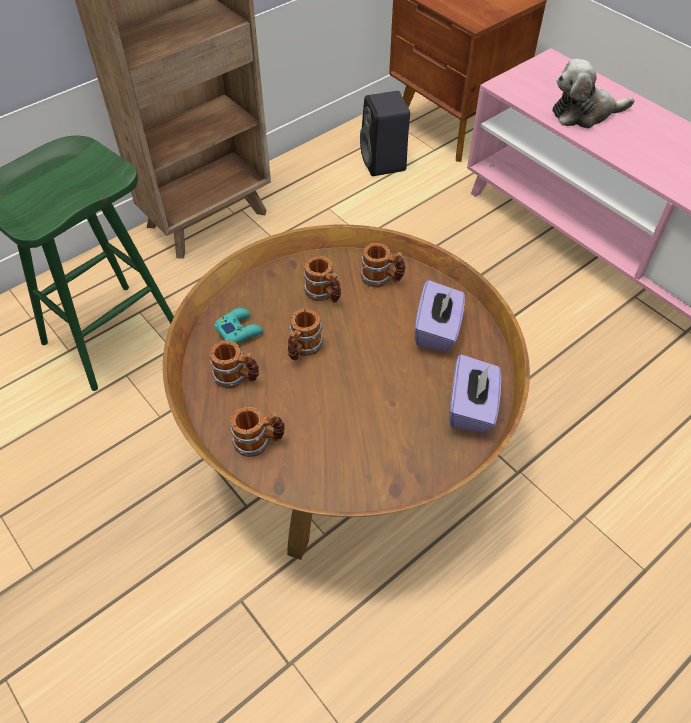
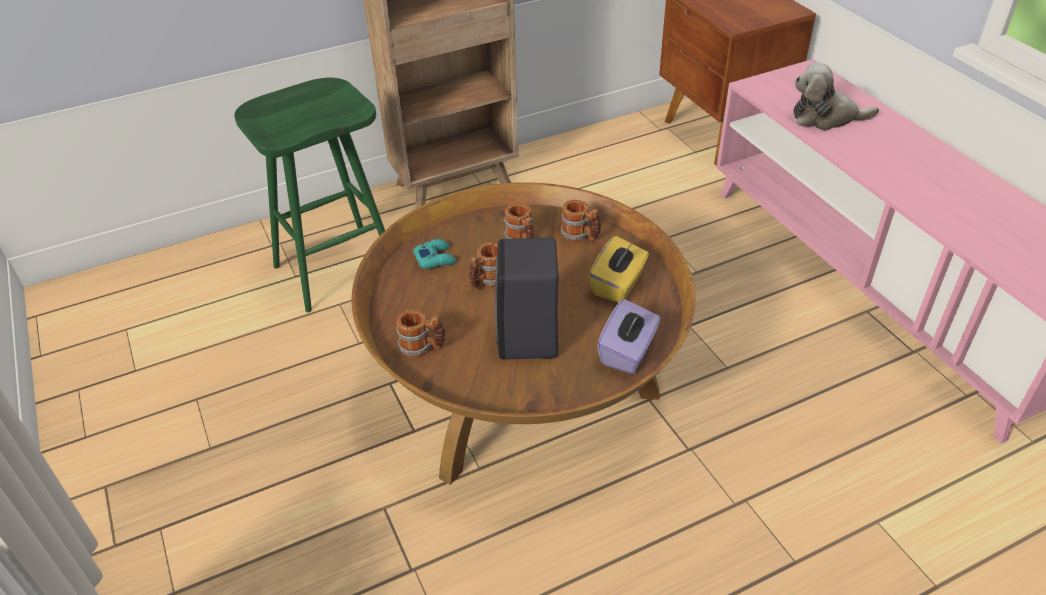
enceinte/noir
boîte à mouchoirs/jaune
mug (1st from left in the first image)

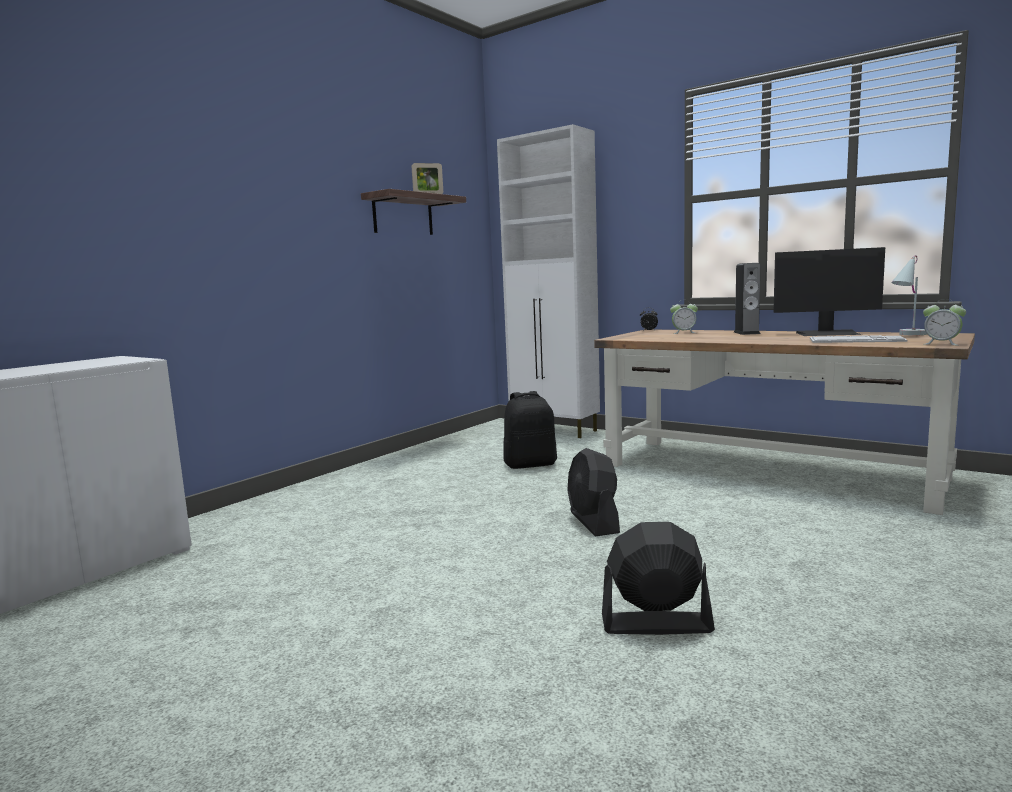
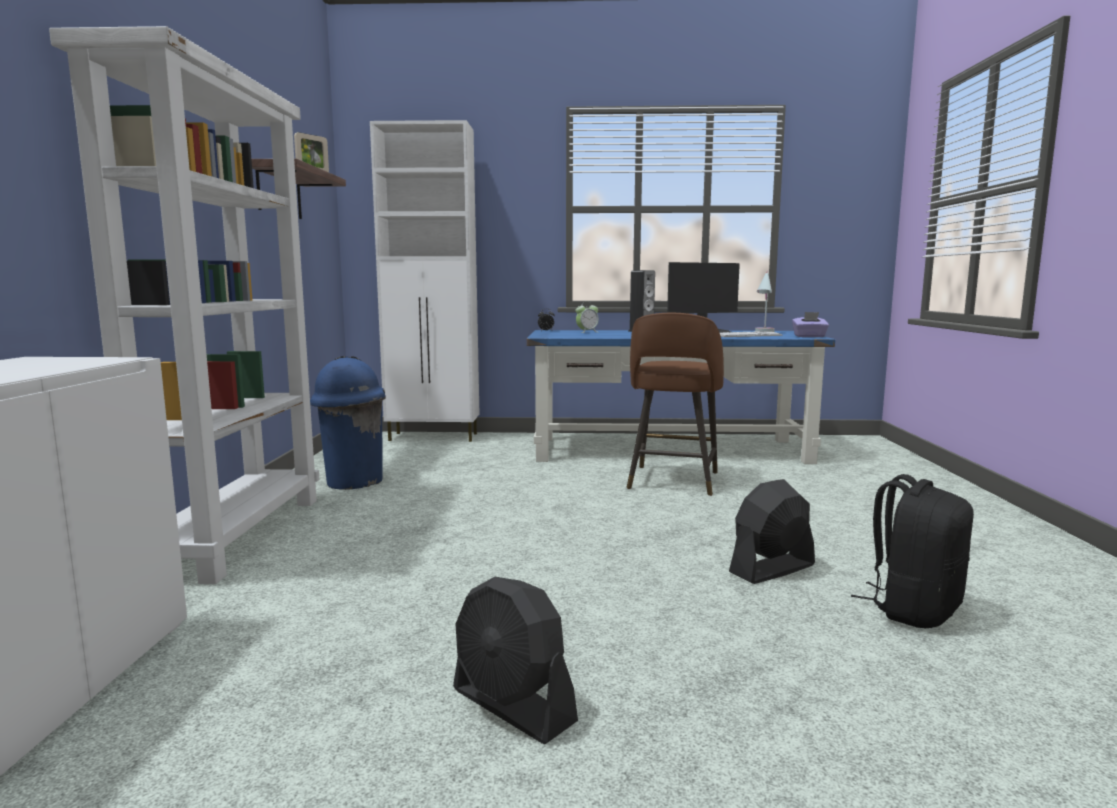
boîte à mouchoirs/violet
bureau/bleu
sac à dos/noir
ventilateur/noir (1st from left)
bibliothèque/blanc
tabouret/marron
poubelle/bleu

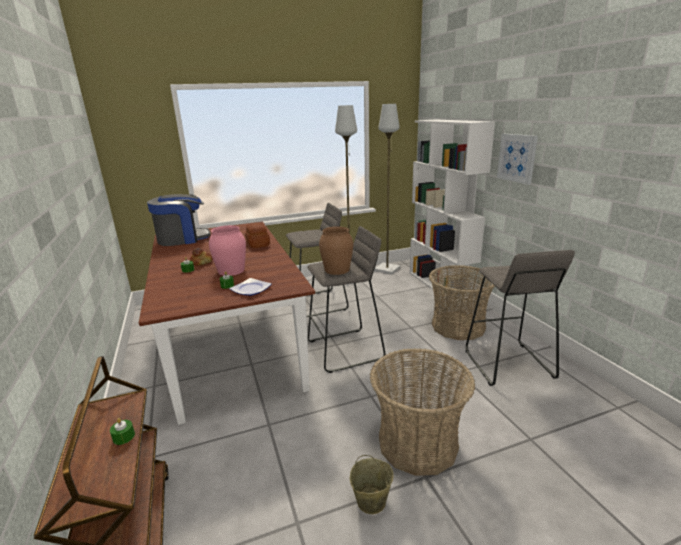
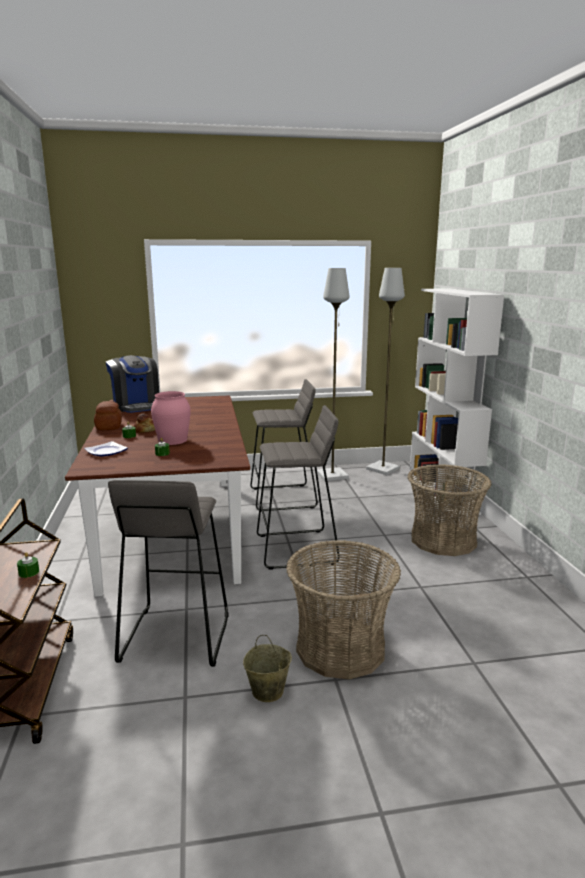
tableau
machine à café
pain (1st from left)
vase/marron
tabouret/gris (1st from left)
assiette

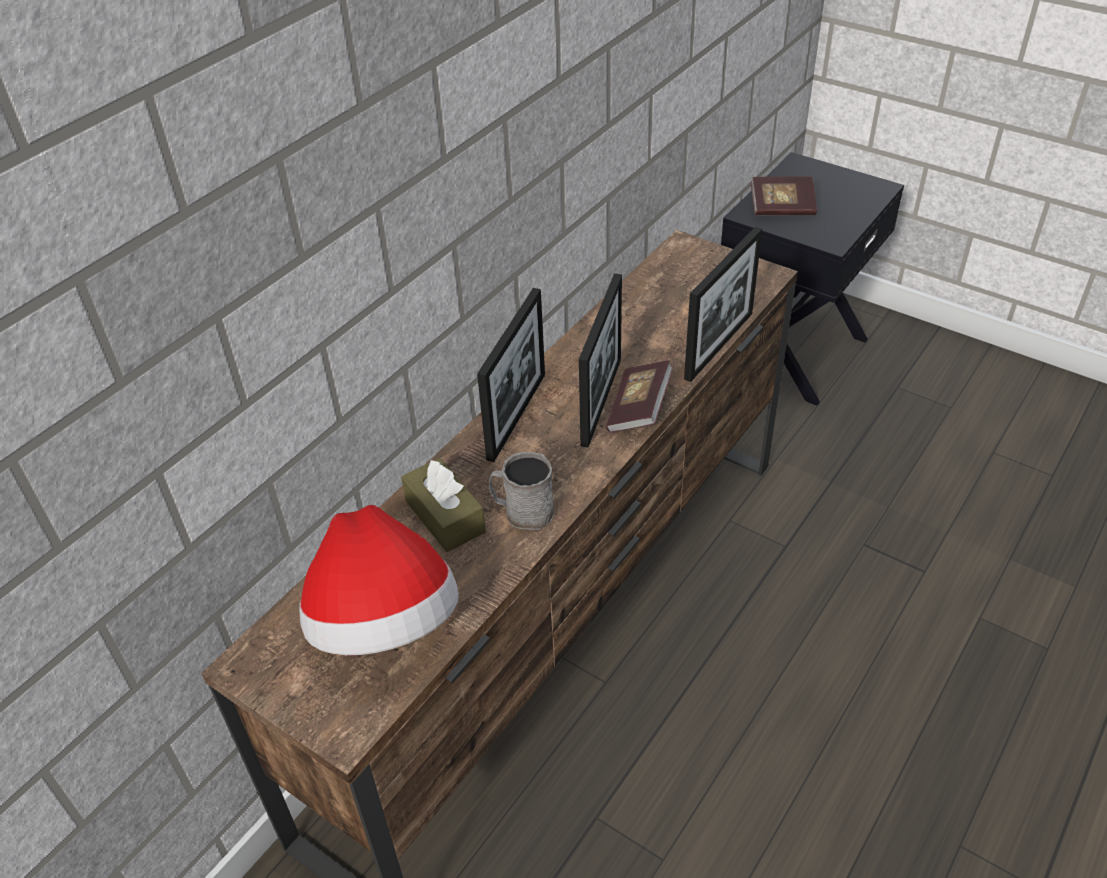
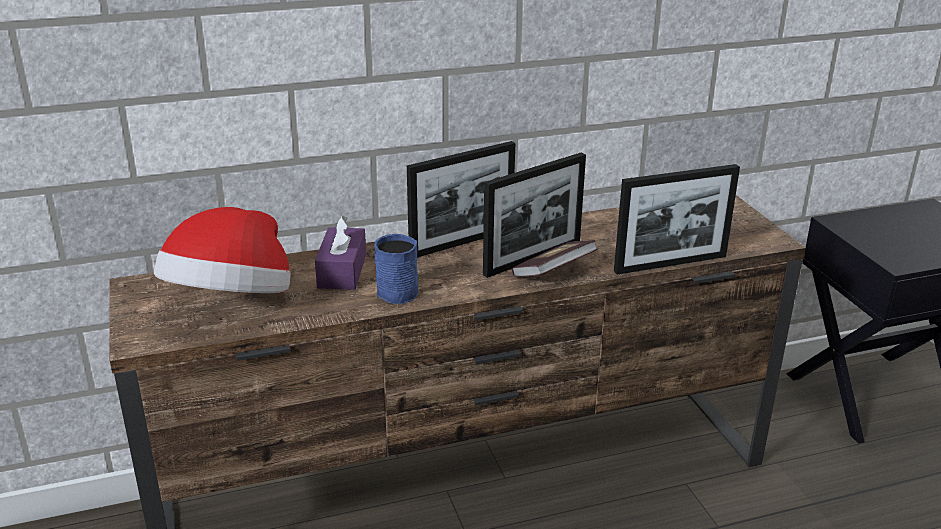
livre (2nd from left in the first image)
mug/bleu
boîte à mouchoirs/violet

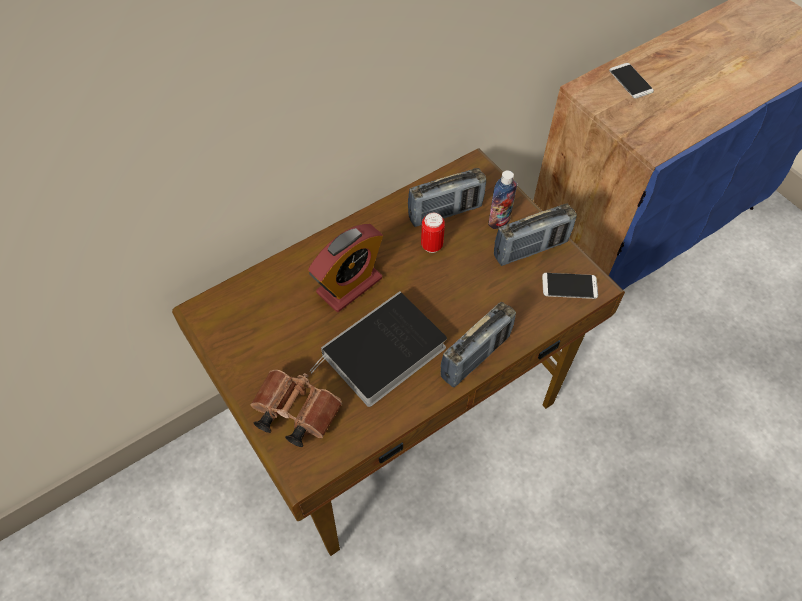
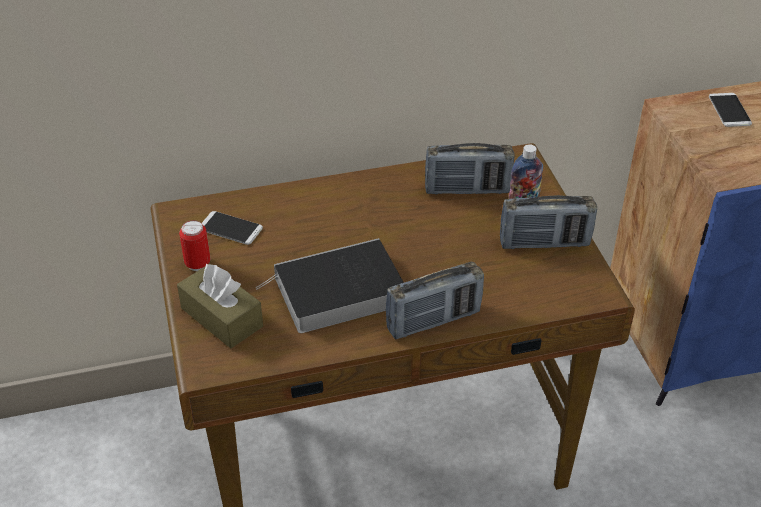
boîte métallique
réveil
téléphone (1st from left)
boîte à mouchoirs/marron

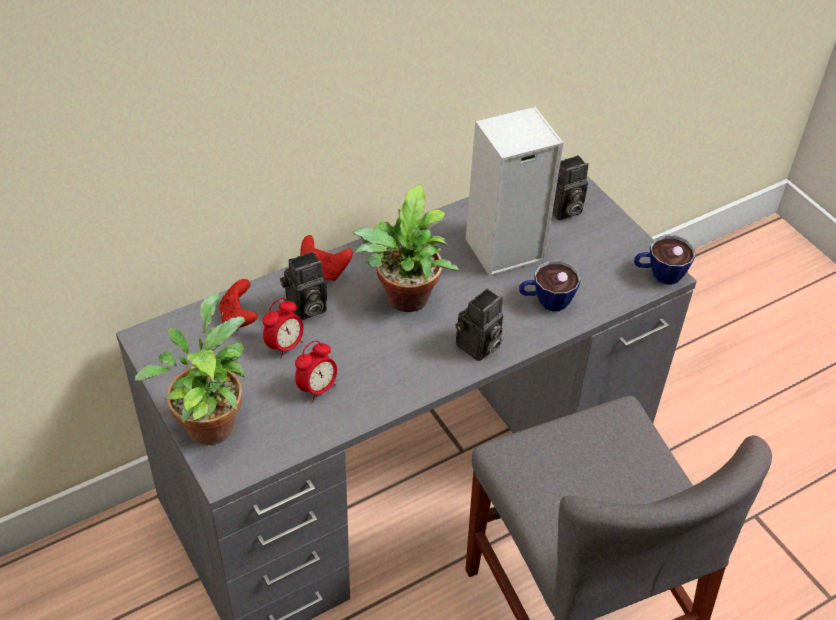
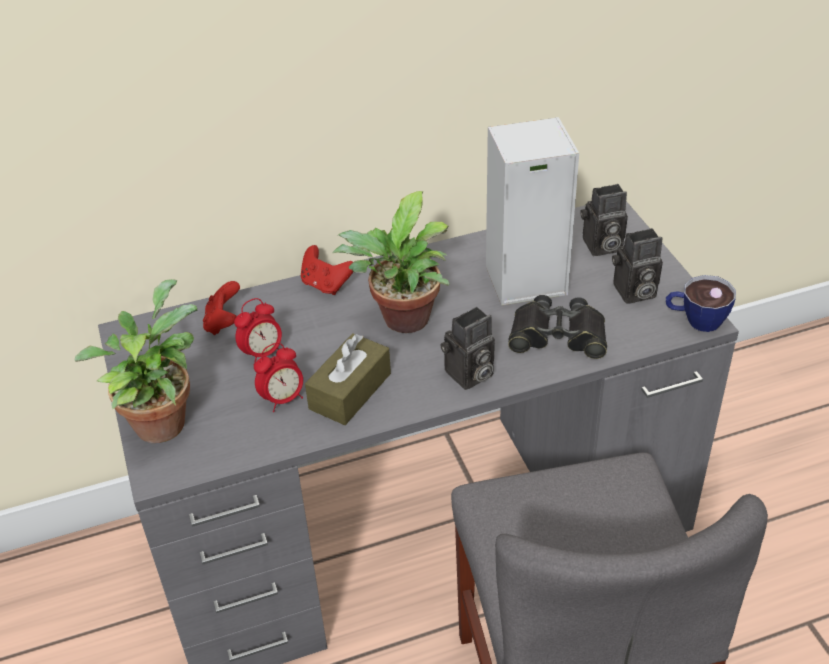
appareil photo (3rd from left)
jumelles/noir
boîte à mouchoirs/marron

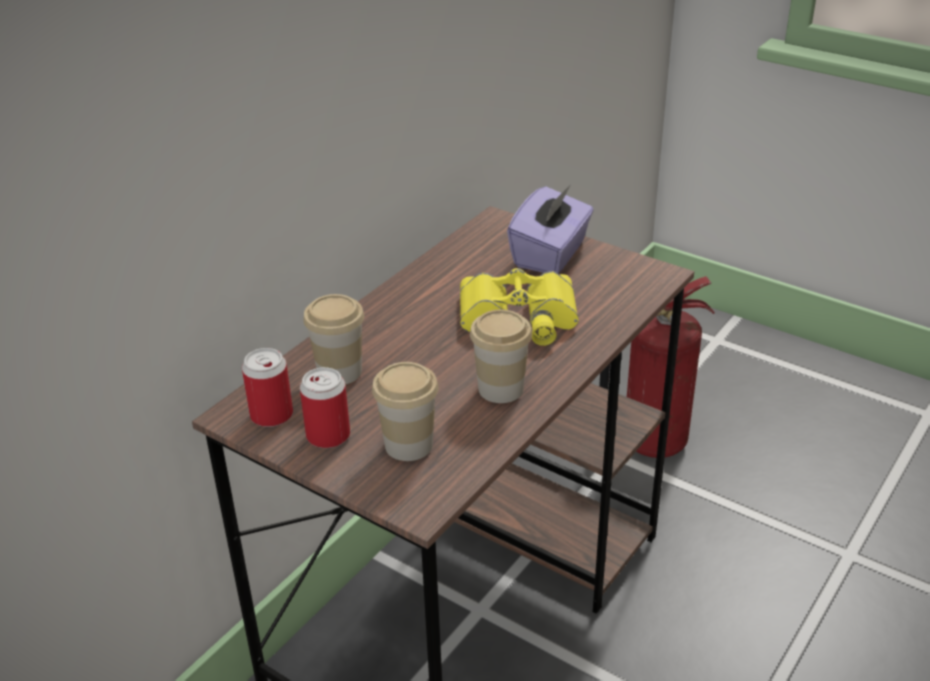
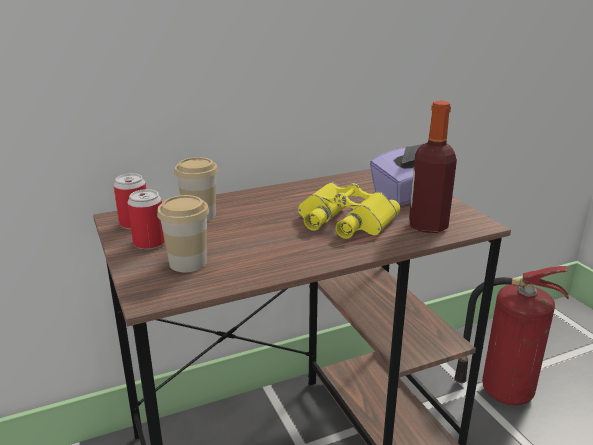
tasse (3rd from left in the first image)
bouteille

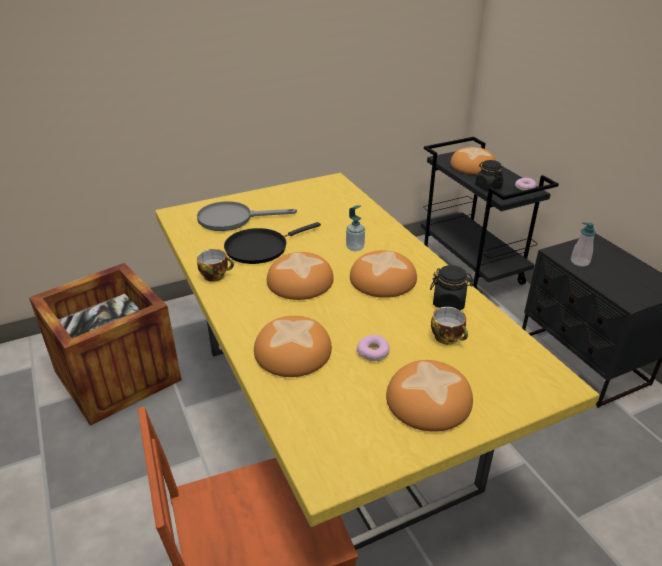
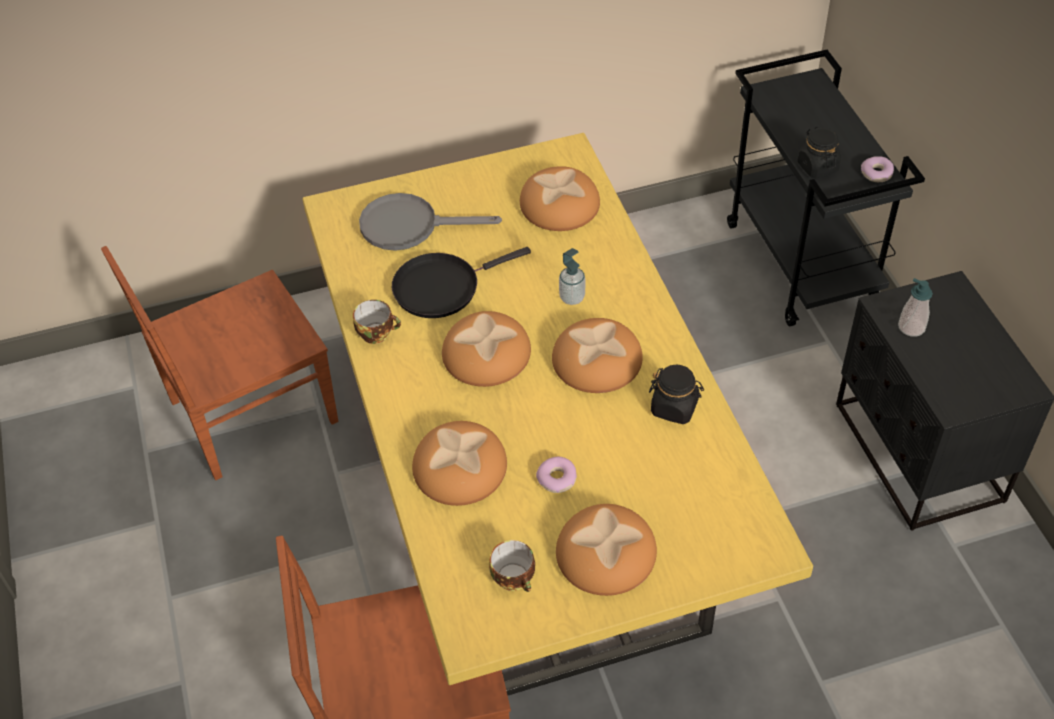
pain (3rd from left)
chaise/marron (1st from left)
tasse (2nd from left)

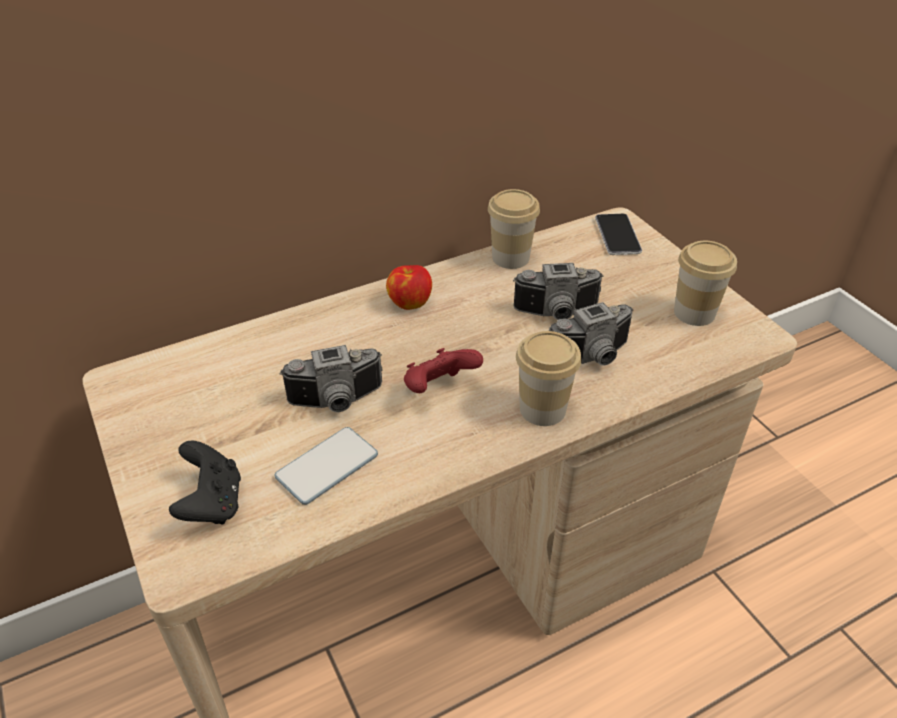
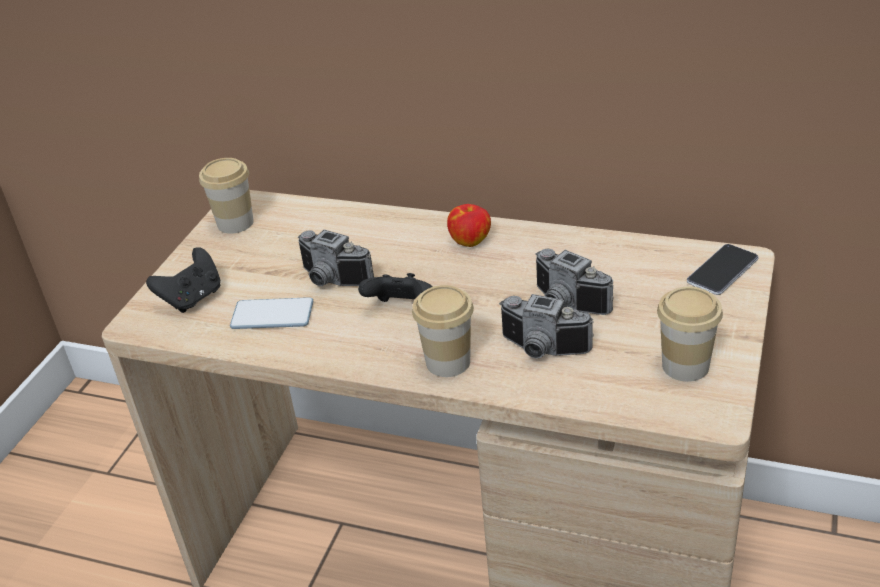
tasse (1st from left)
manette/noir (2nd from left)

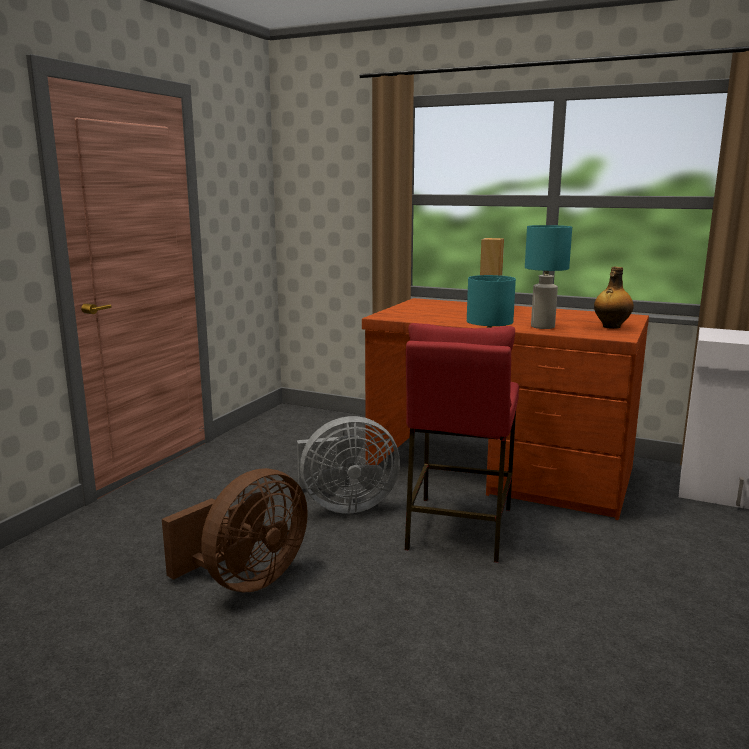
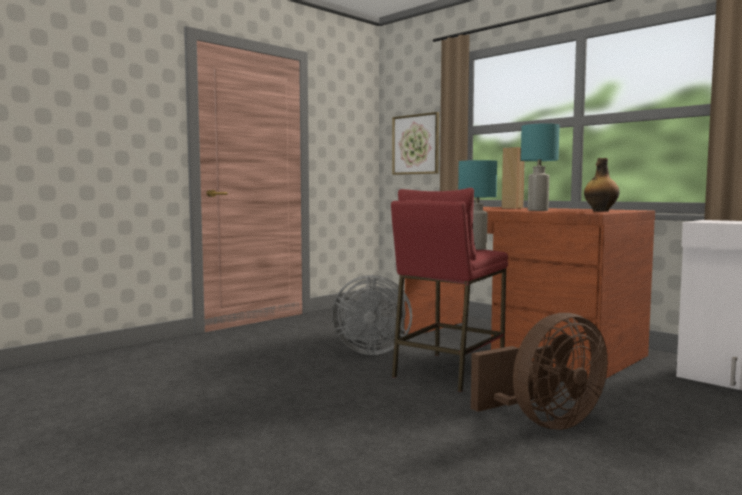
ventilateur/marron
tableau

